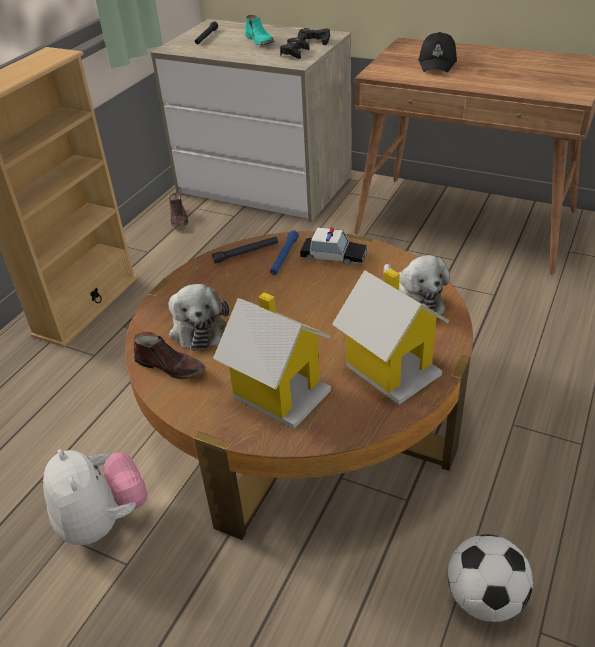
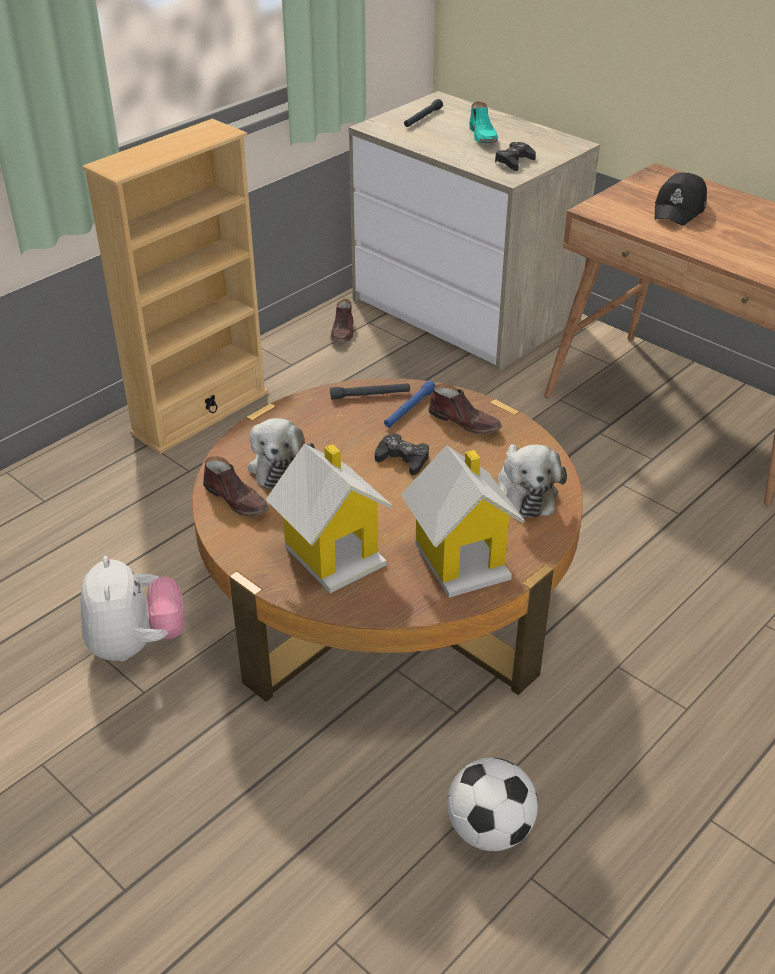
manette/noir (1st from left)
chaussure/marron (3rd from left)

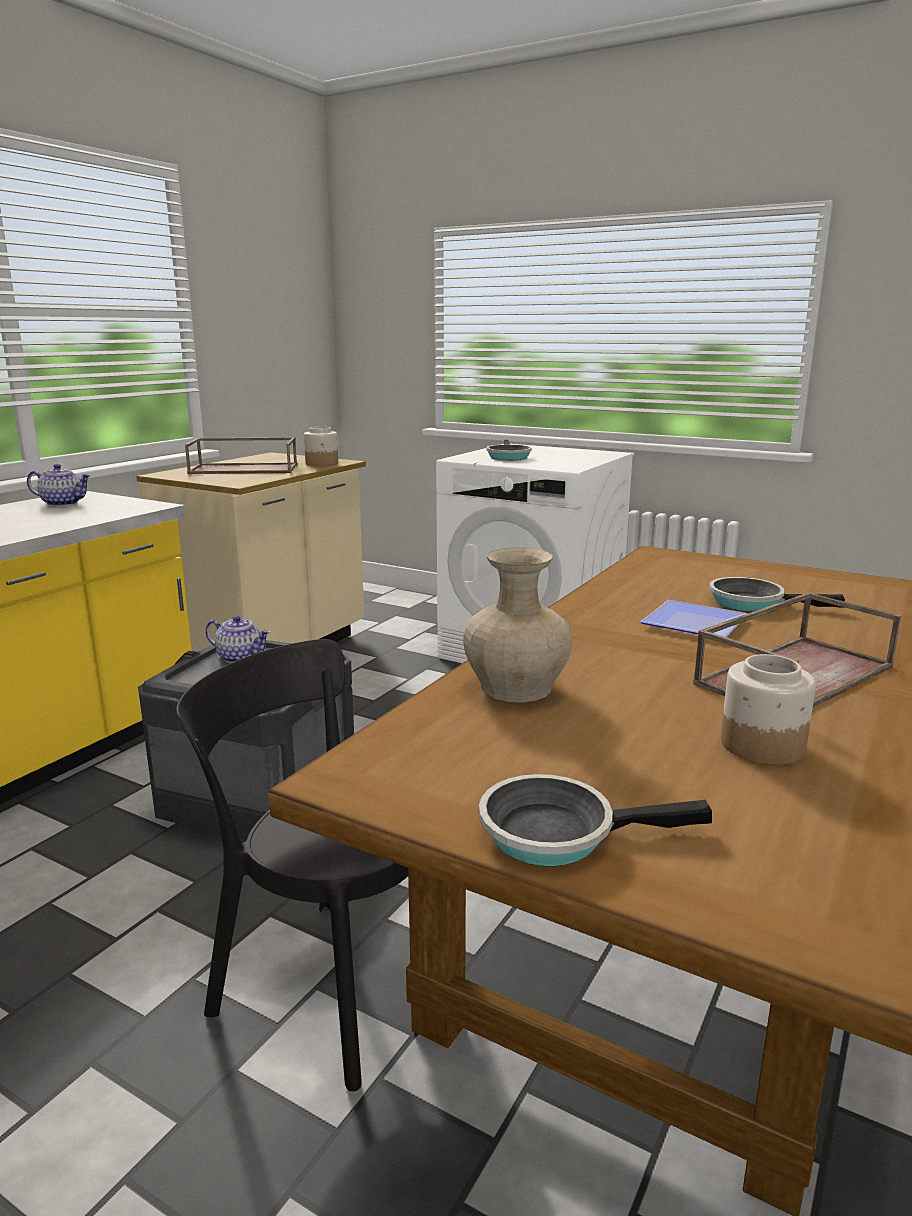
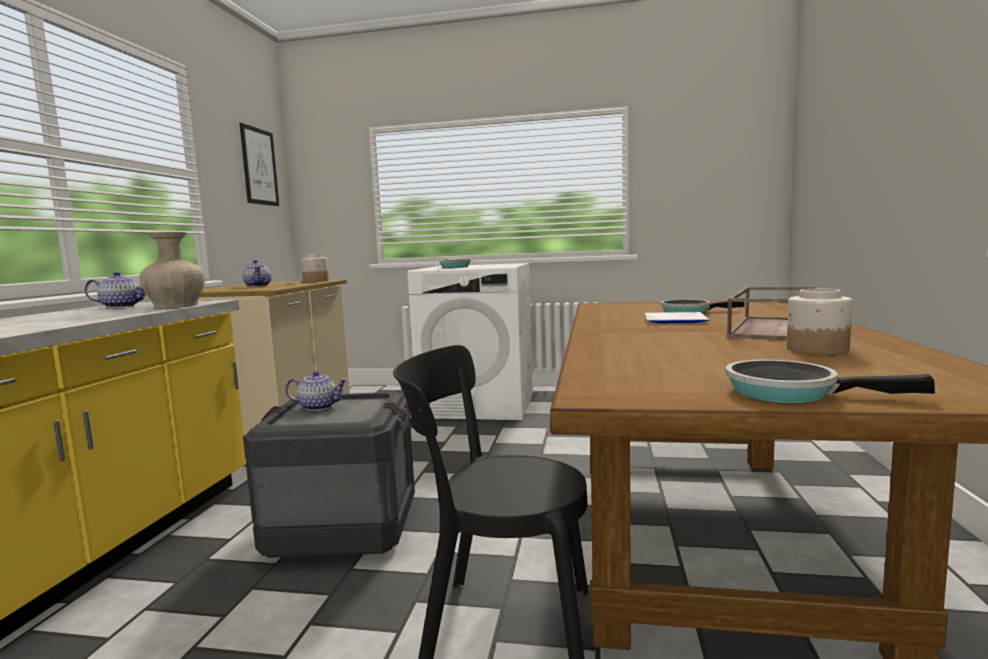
théière (2nd from left)
vase/beige
poêle (3rd from left)
tableau

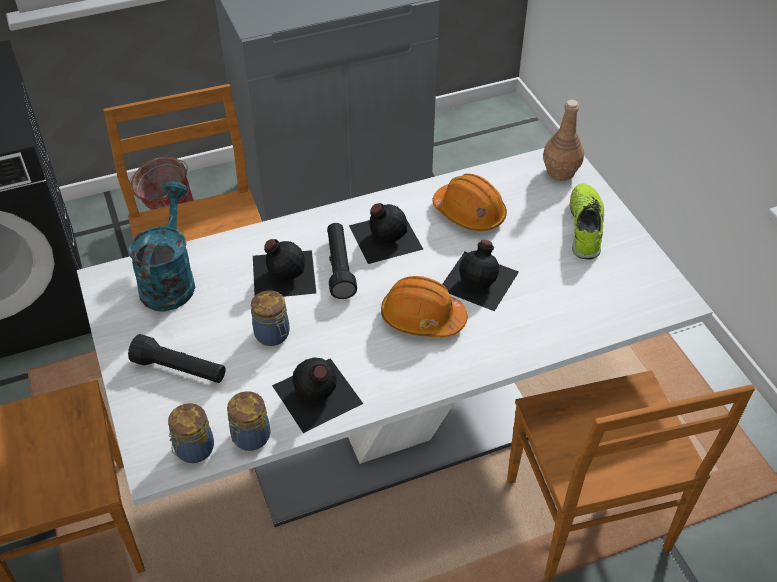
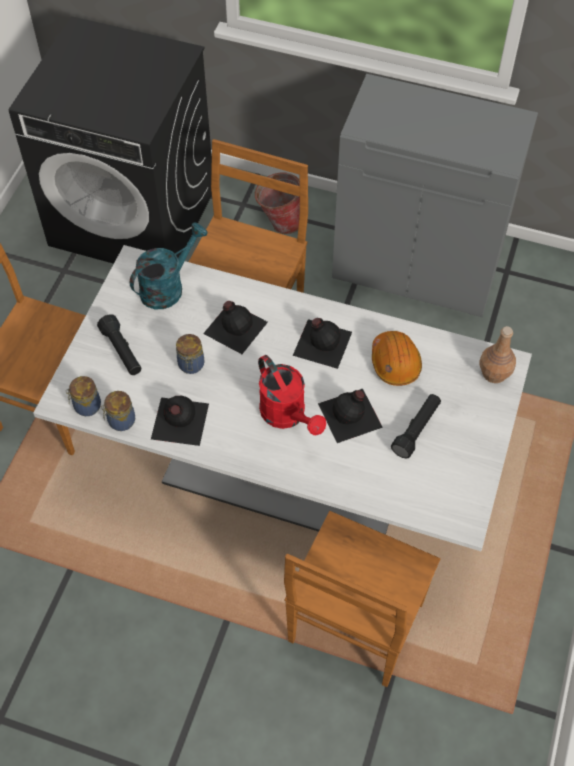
chaussure
lampe de poche/noir (2nd from left)
arrosoir/rouge

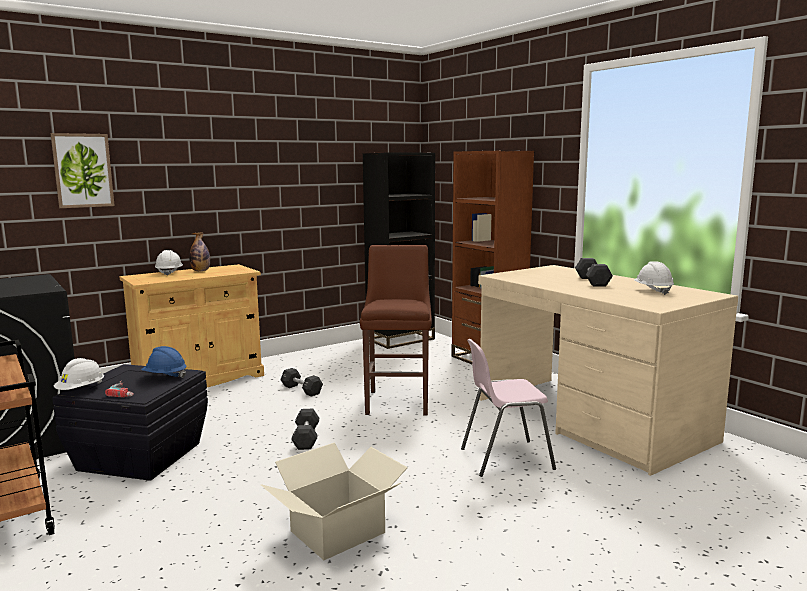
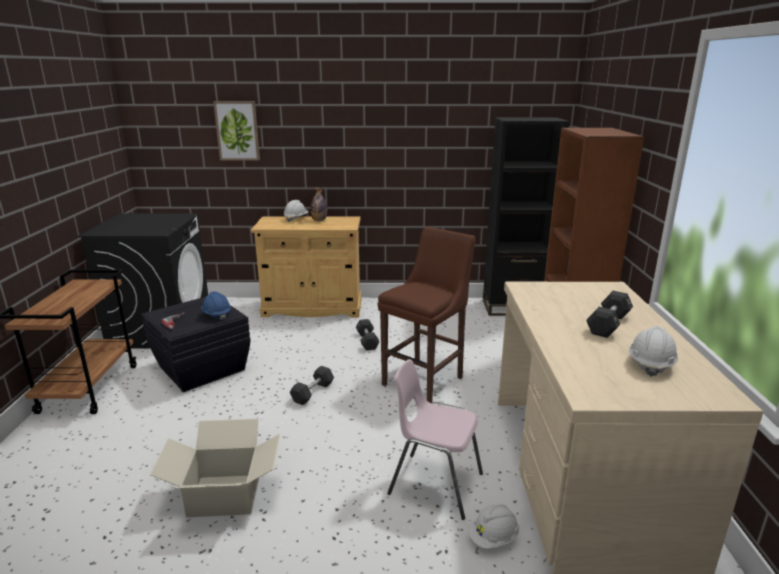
casque de chantier/blanc (2nd from left)

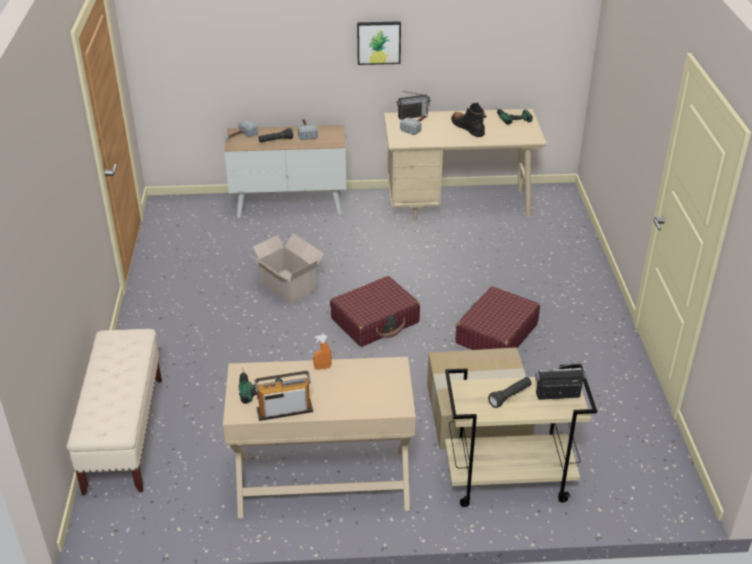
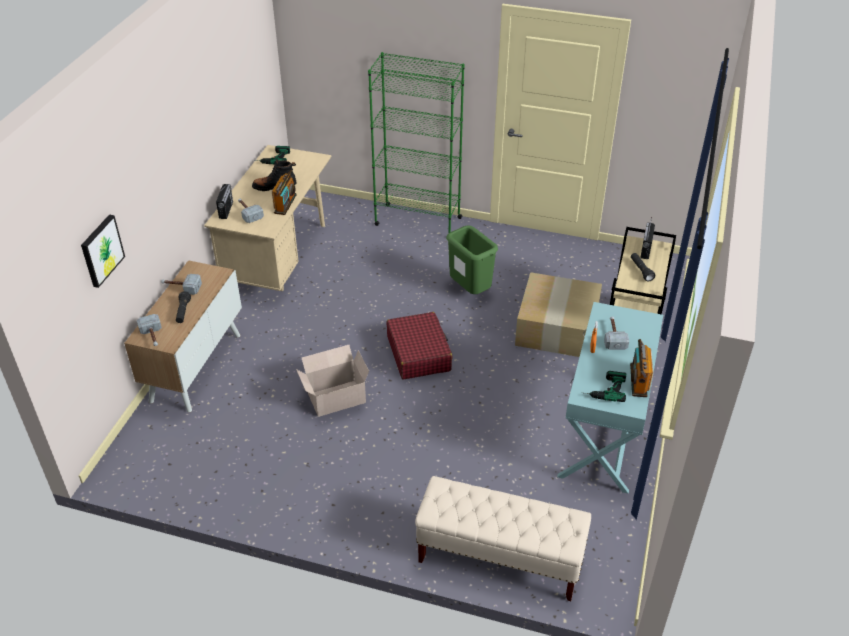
tableau
poubelle/vert
table console/turquoise
bibliothèque/vert
radio (2nd from left)
marteau (4th from left)

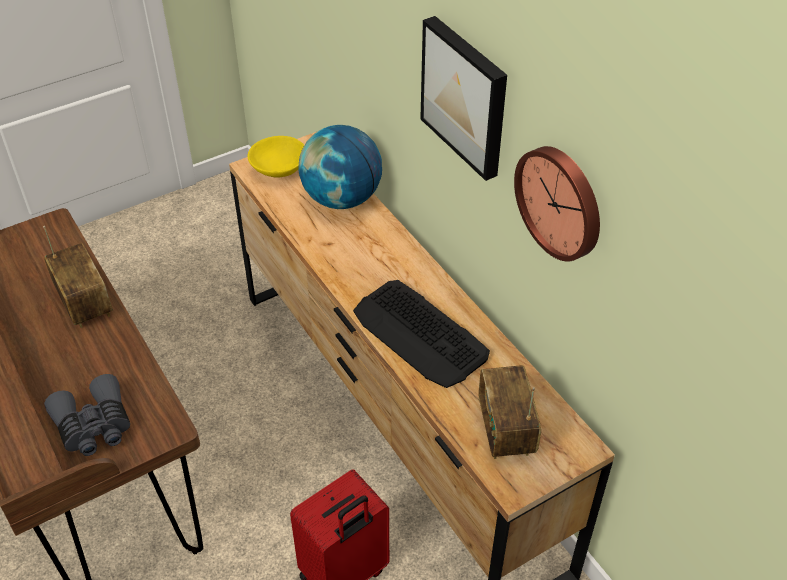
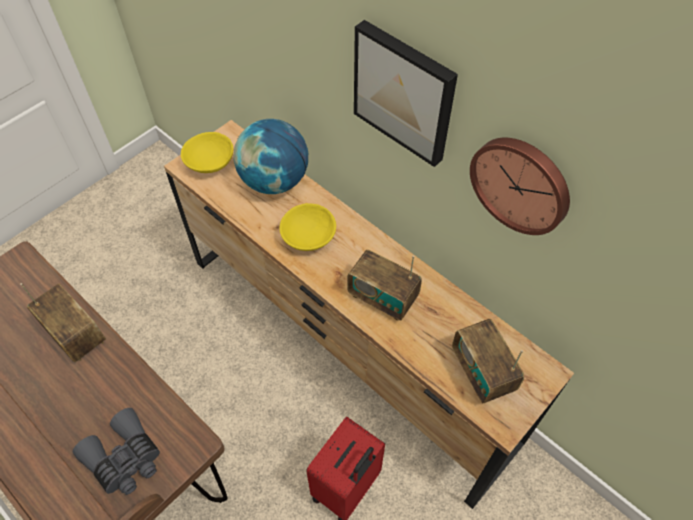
radio (2nd from left)
bol/jaune (2nd from left)

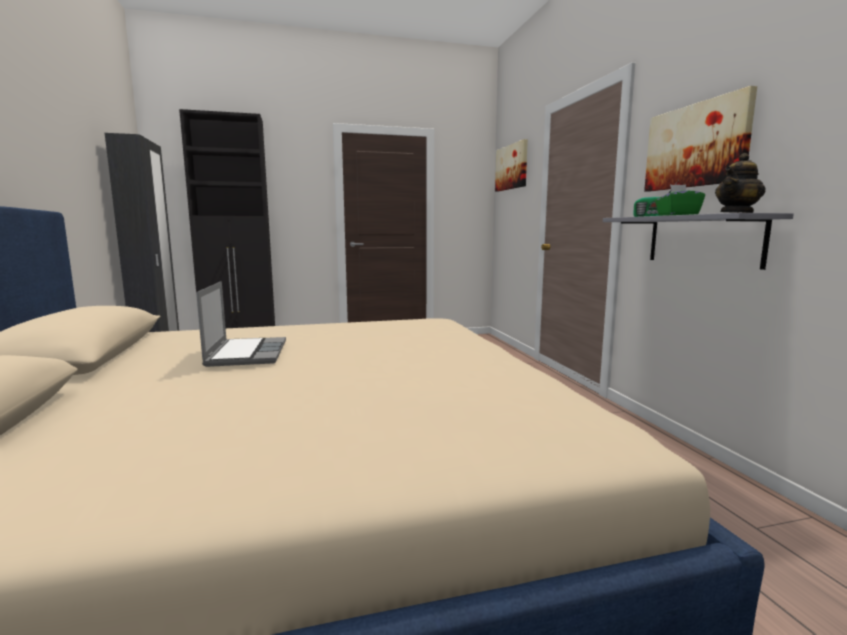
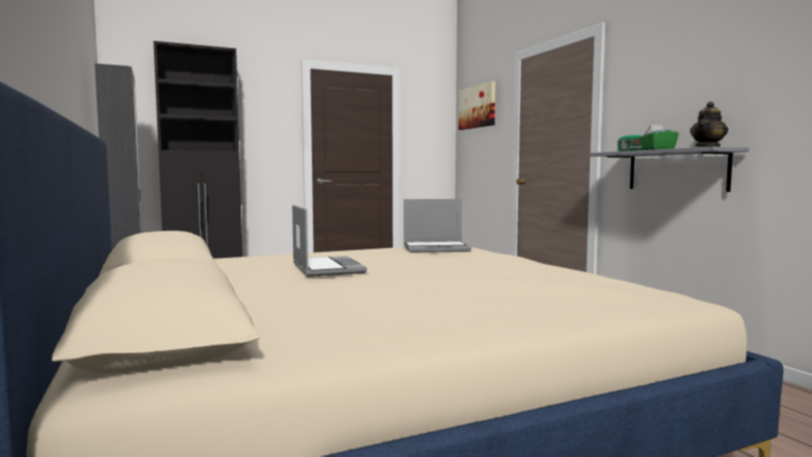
tableau (2nd from left in the first image)
ordinateur portable (2nd from left)

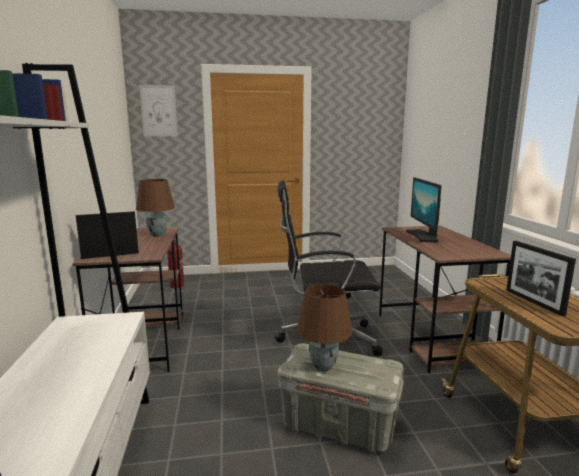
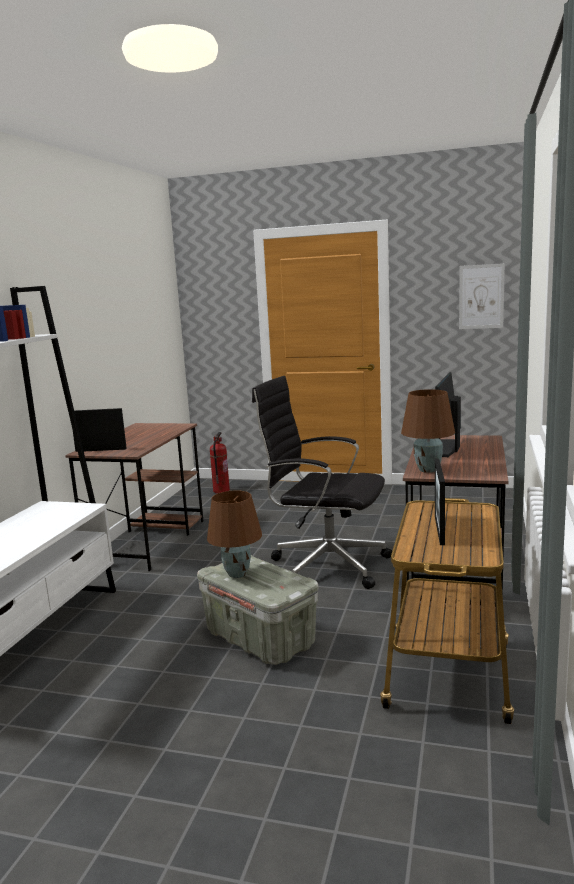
tableau
lampe de table/marron (2nd from left)

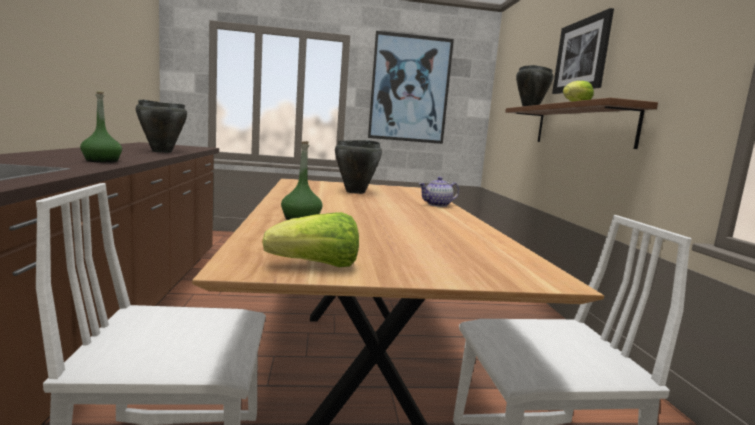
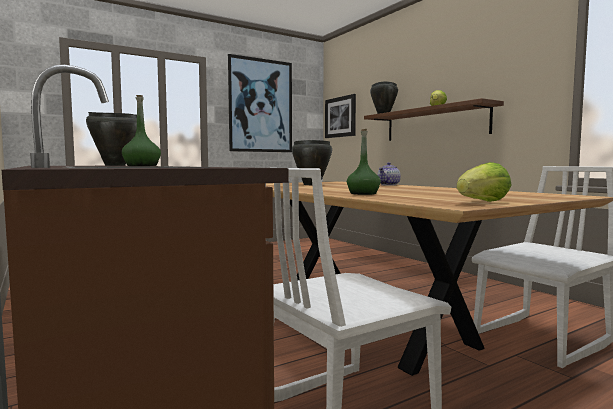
tableau (2nd from left)

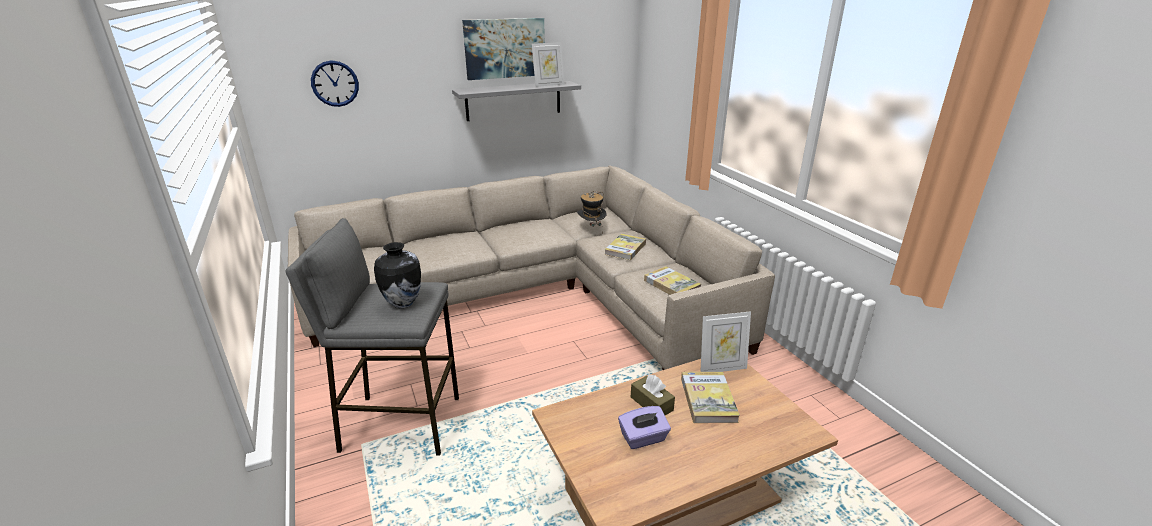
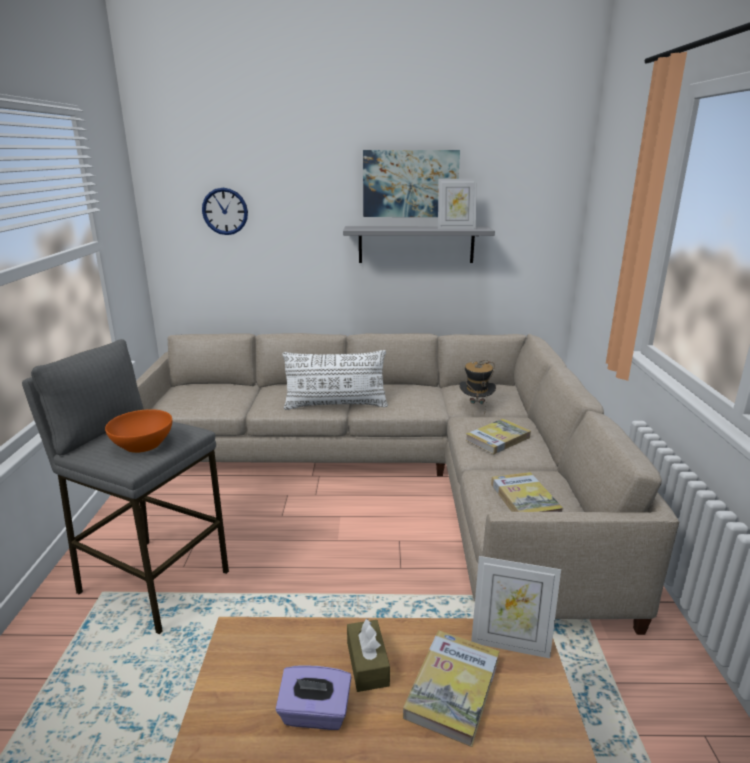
bol/orange
coussin/blanc

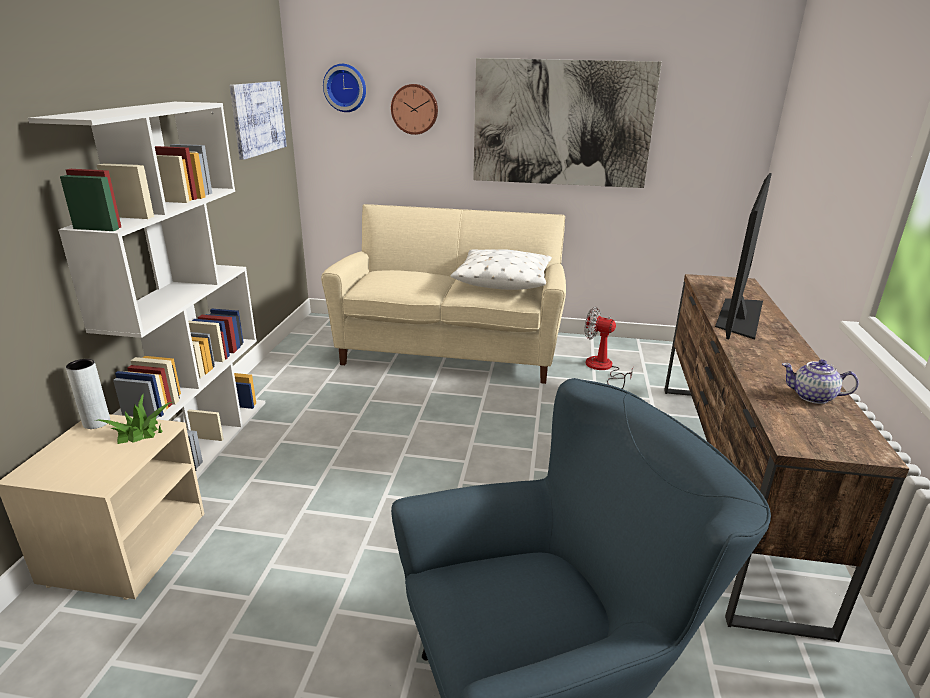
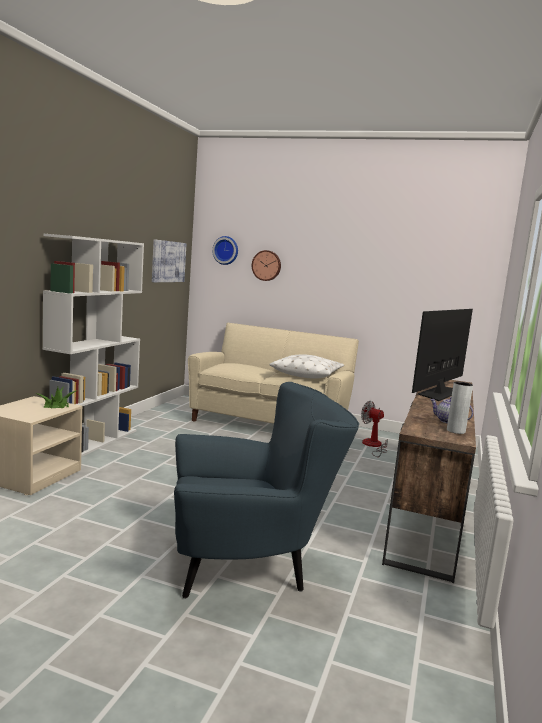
tableau (2nd from left in the first image)
vase/gris

